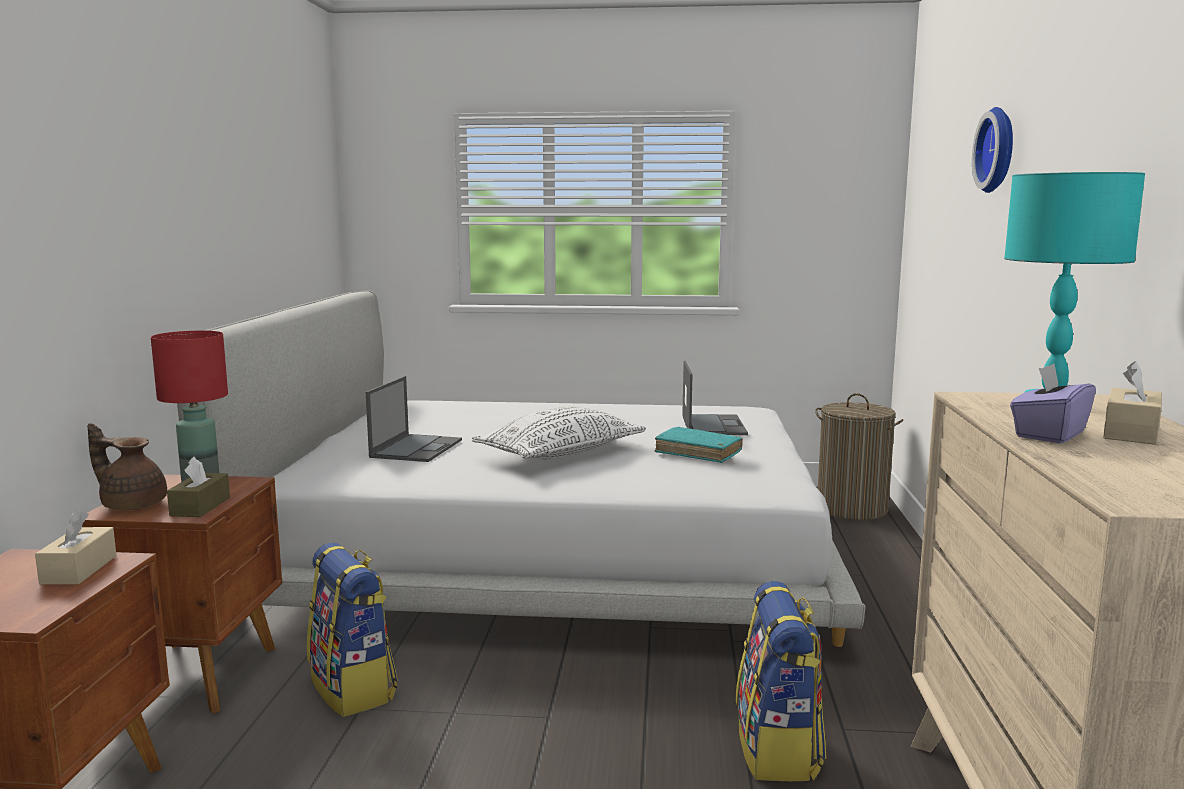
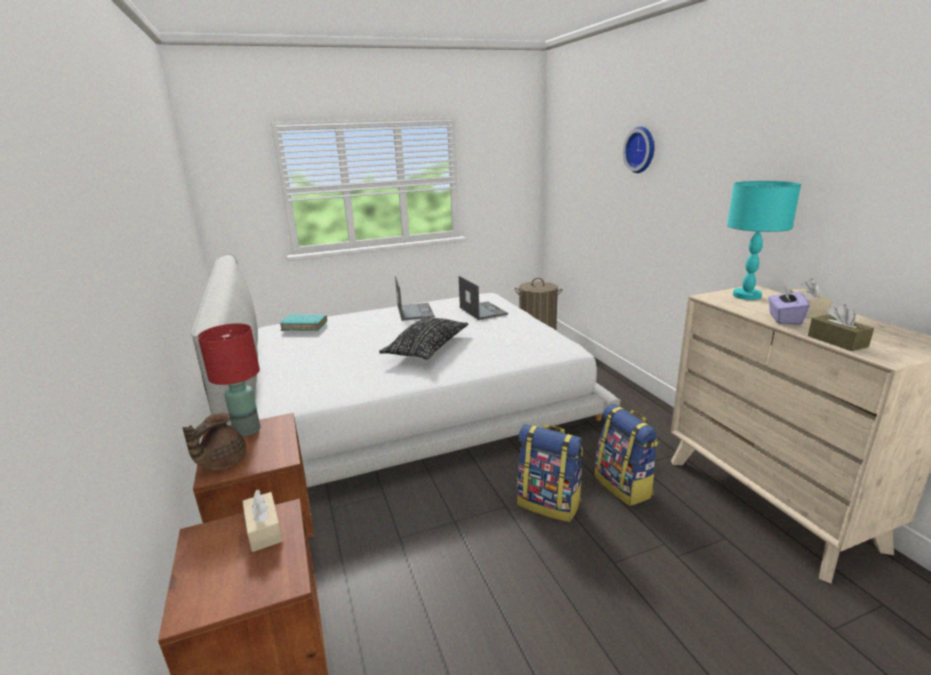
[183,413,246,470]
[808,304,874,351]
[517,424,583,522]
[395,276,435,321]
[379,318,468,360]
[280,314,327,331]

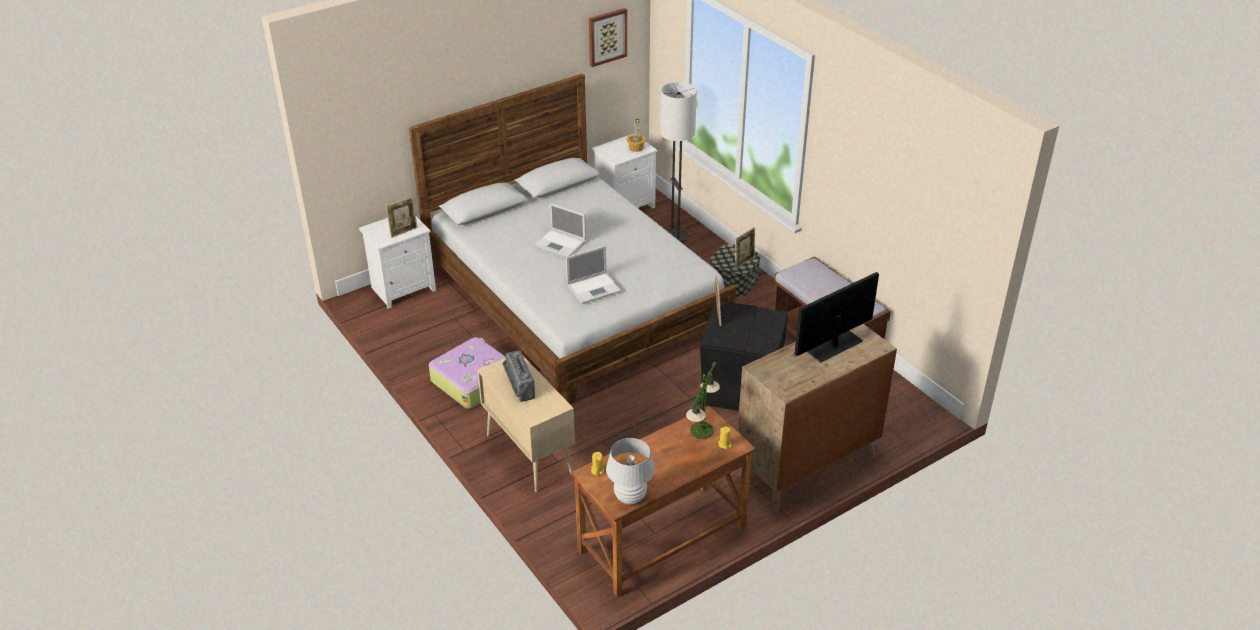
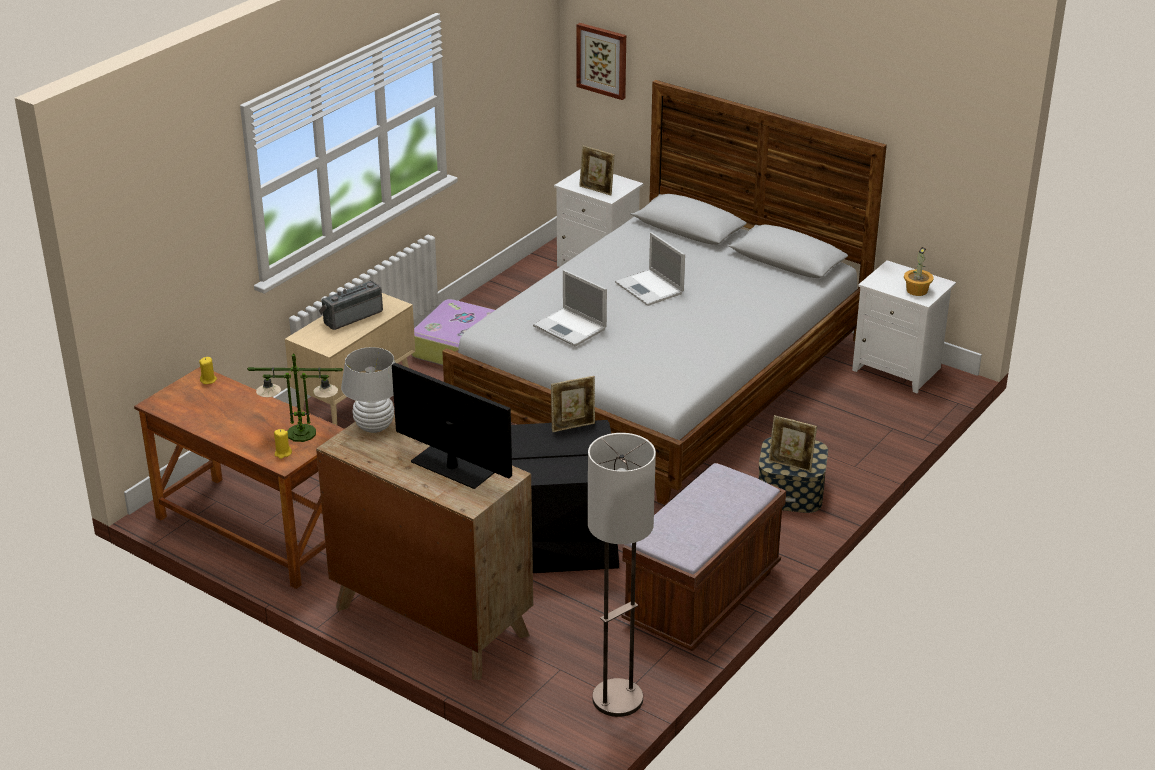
[615,232,685,306]
[577,23,626,100]
[341,347,395,433]
[588,433,656,717]

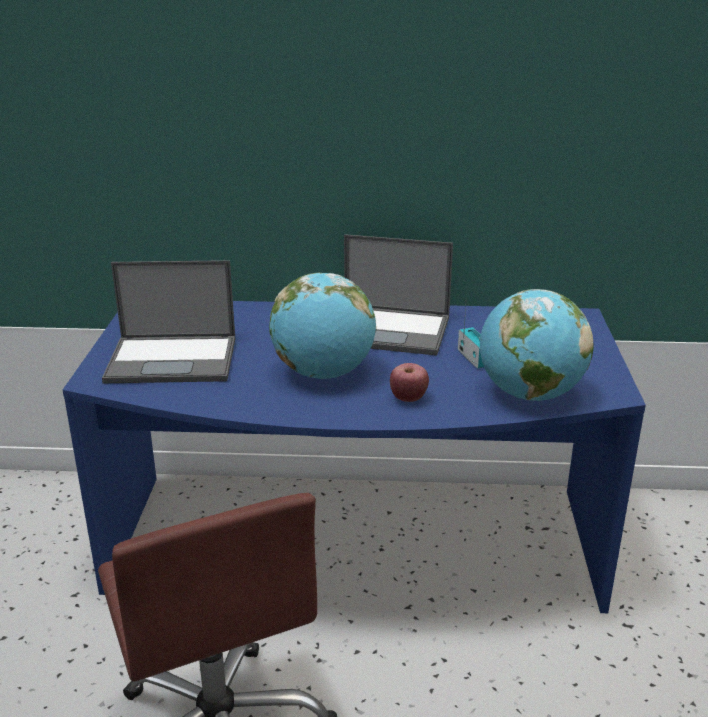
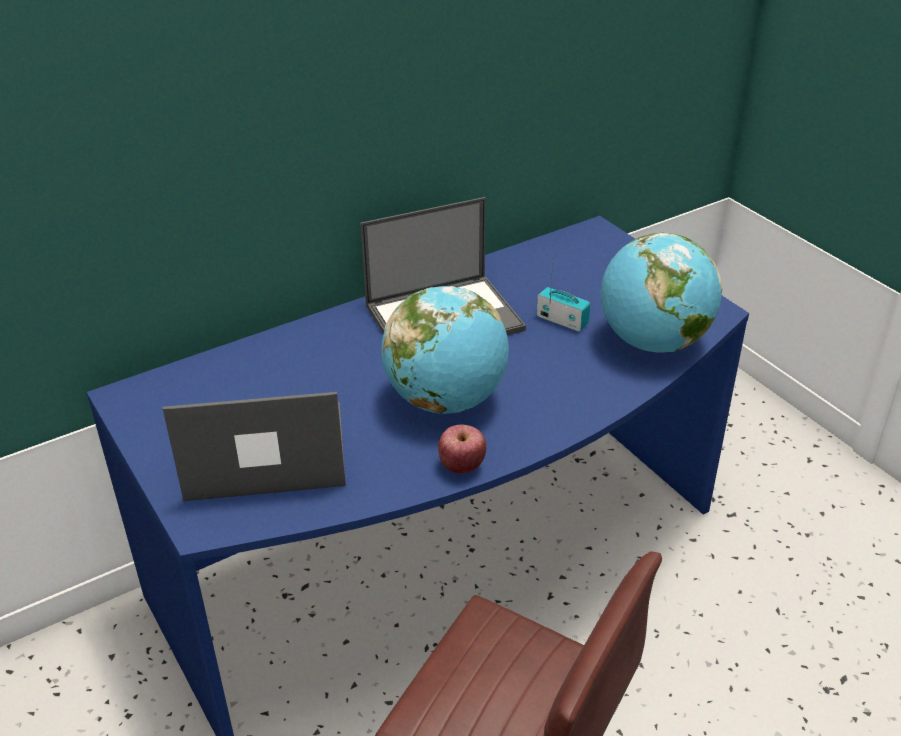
[163,392,346,501]
[438,424,487,474]

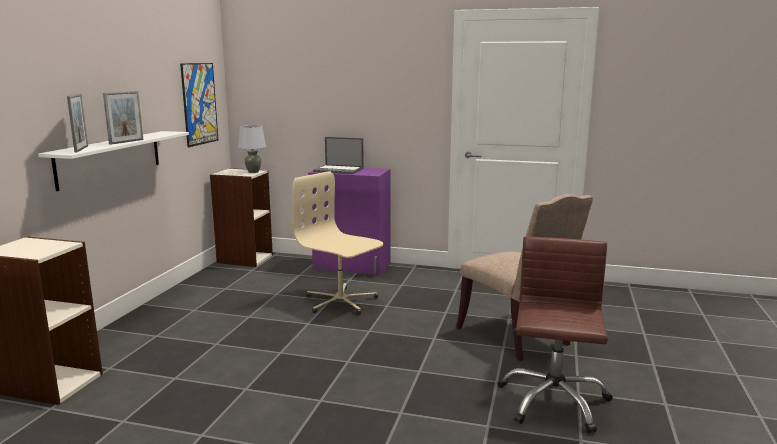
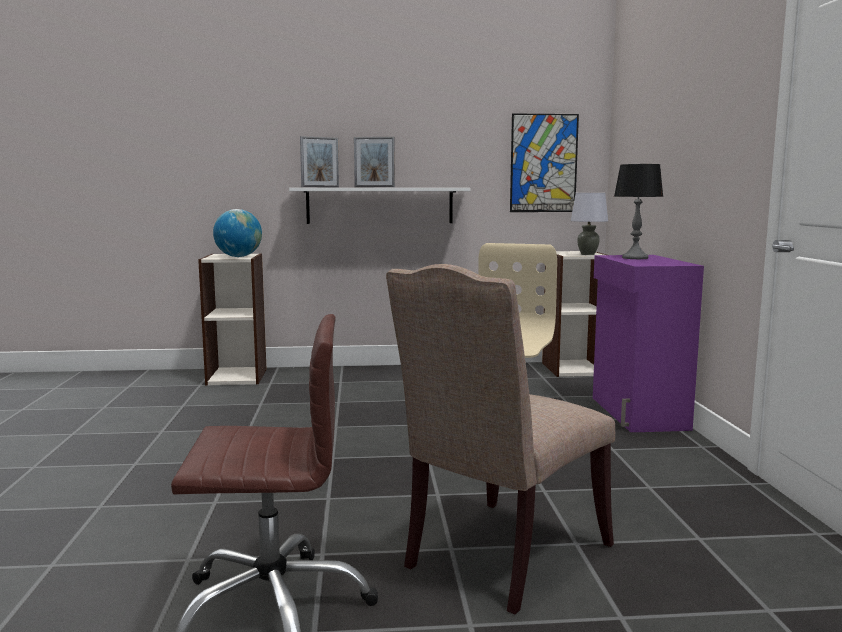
[614,164,663,259]
[213,209,262,257]

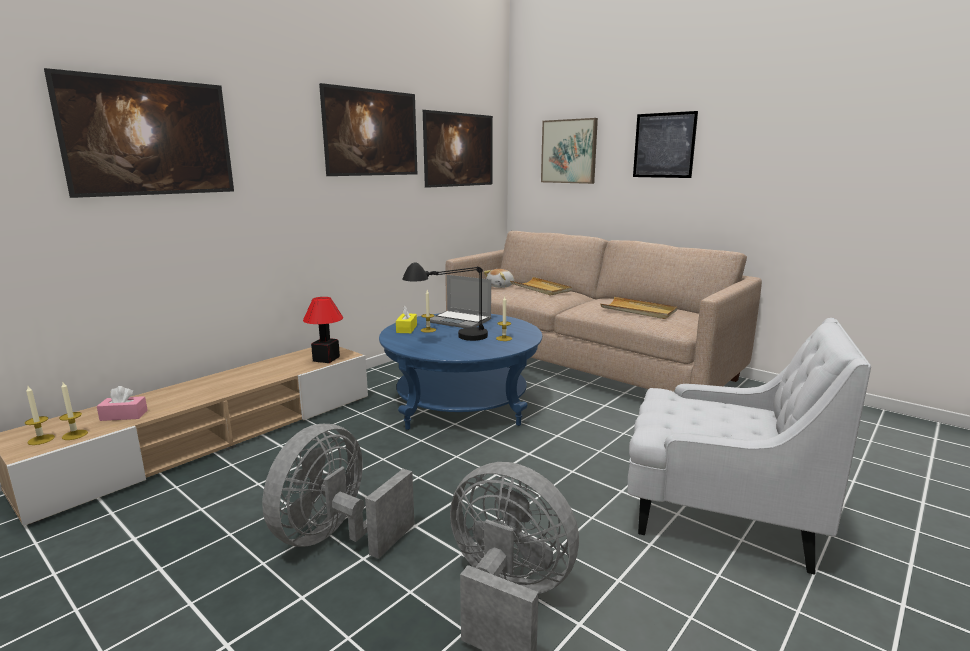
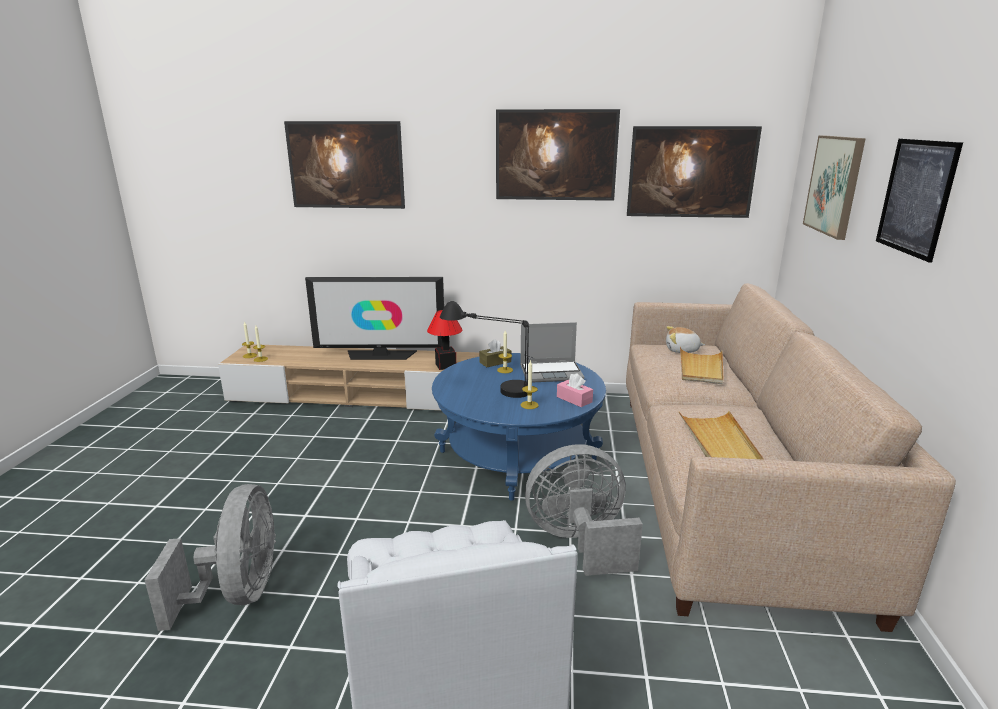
[557,373,593,407]
[525,444,643,576]
[479,339,511,367]
[520,322,584,383]
[305,277,444,360]

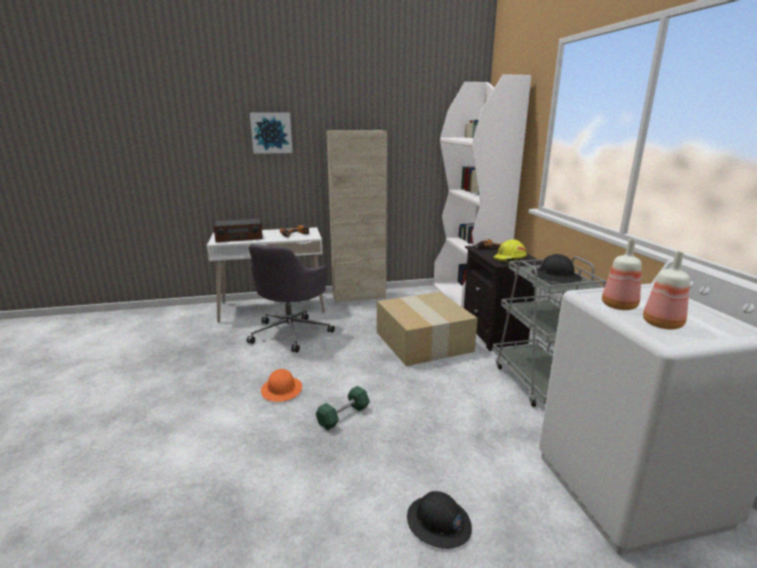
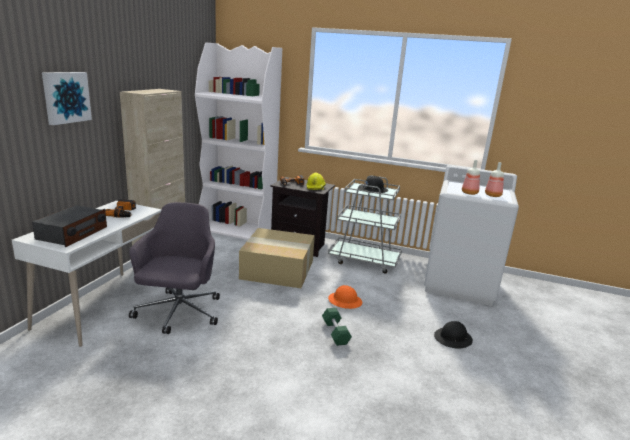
[129,202,220,334]
[328,285,362,309]

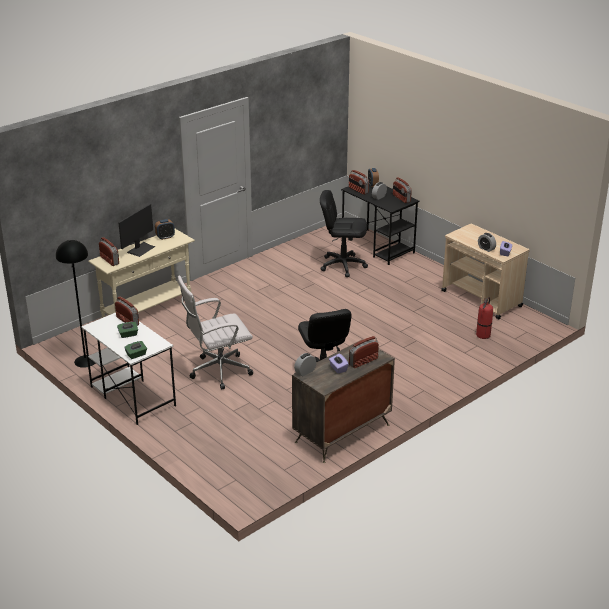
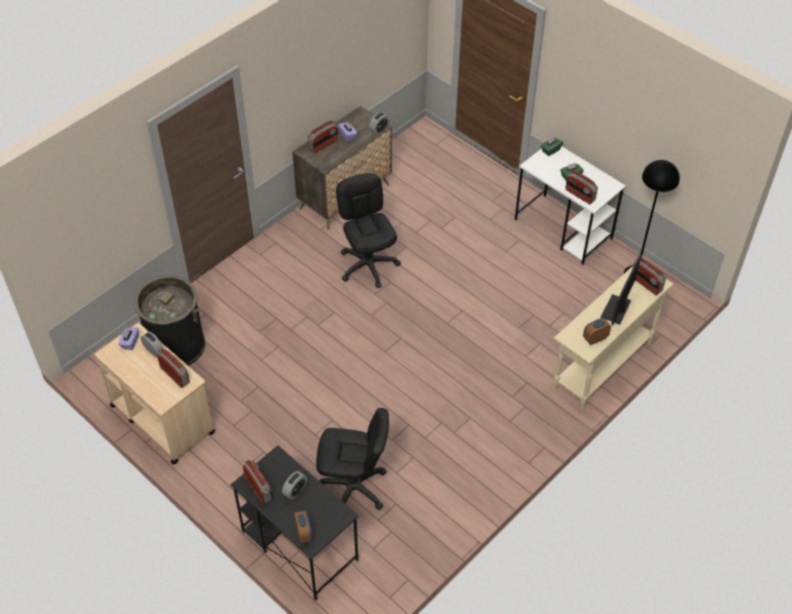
[177,275,253,389] (first image)
[157,349,190,388]
[134,275,206,366]

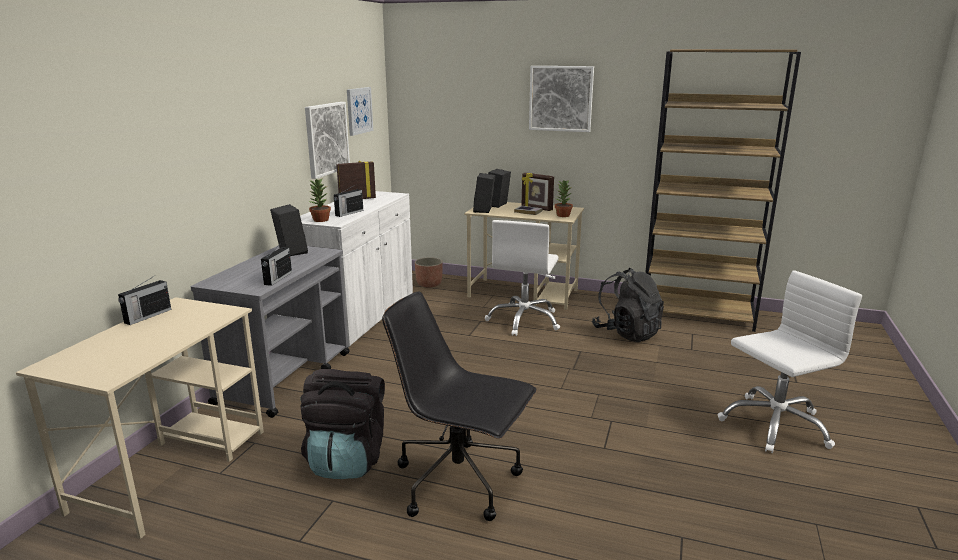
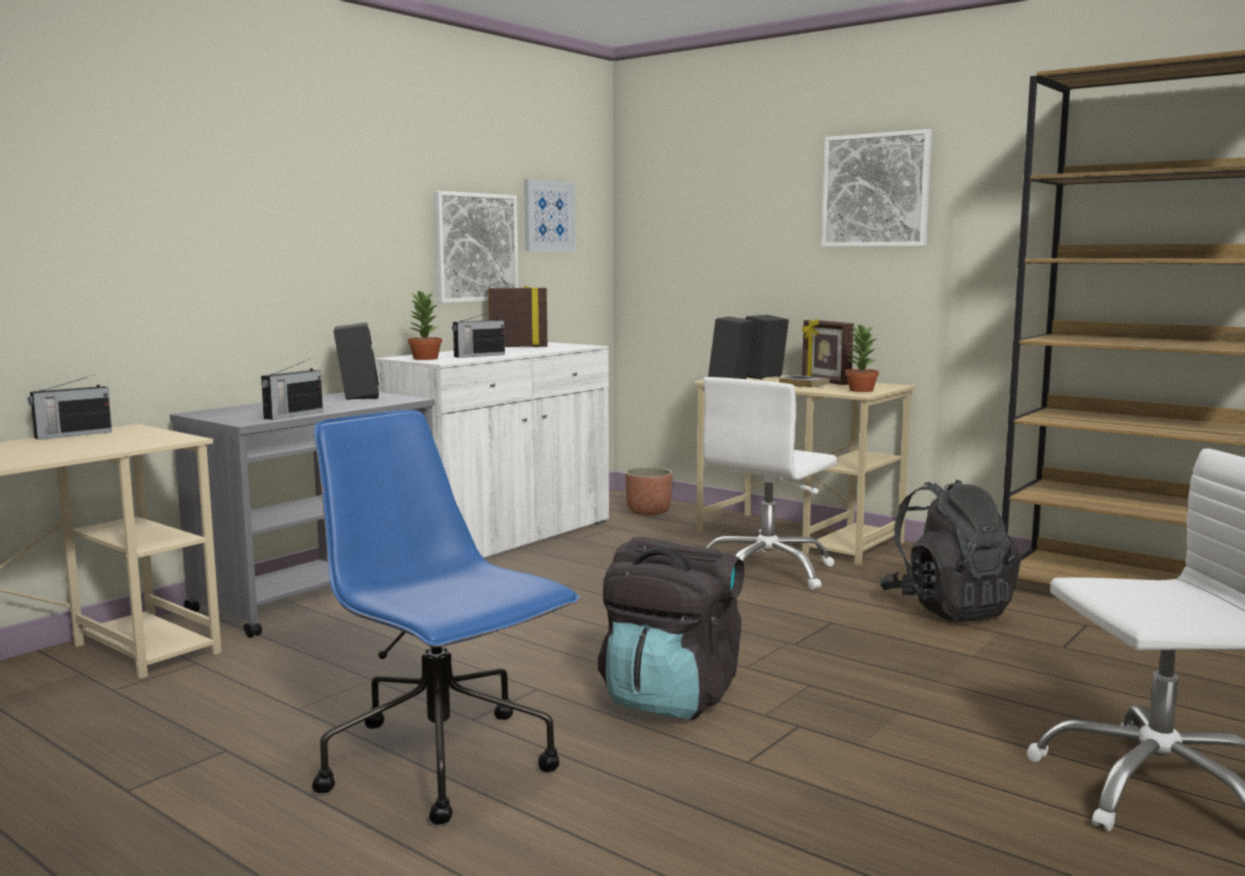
[598,537,744,720]
[312,410,580,825]

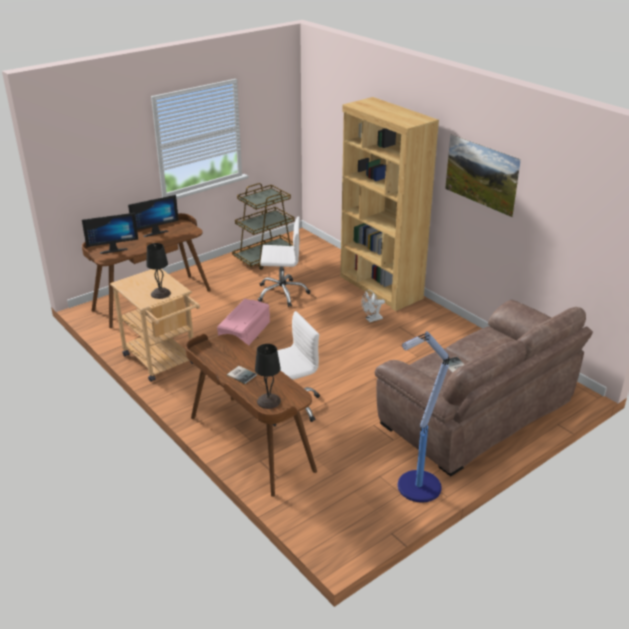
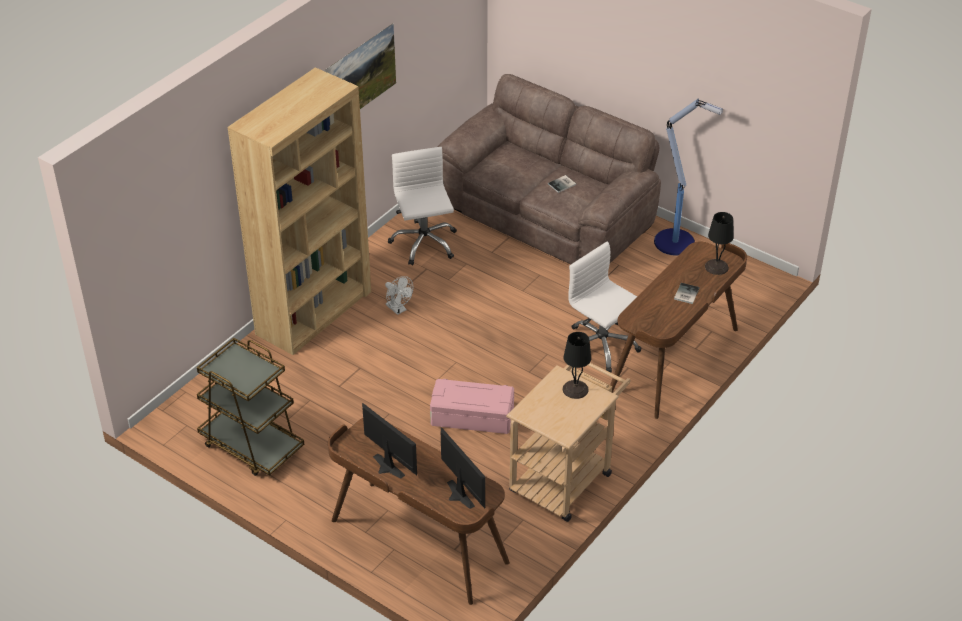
[388,147,457,265]

